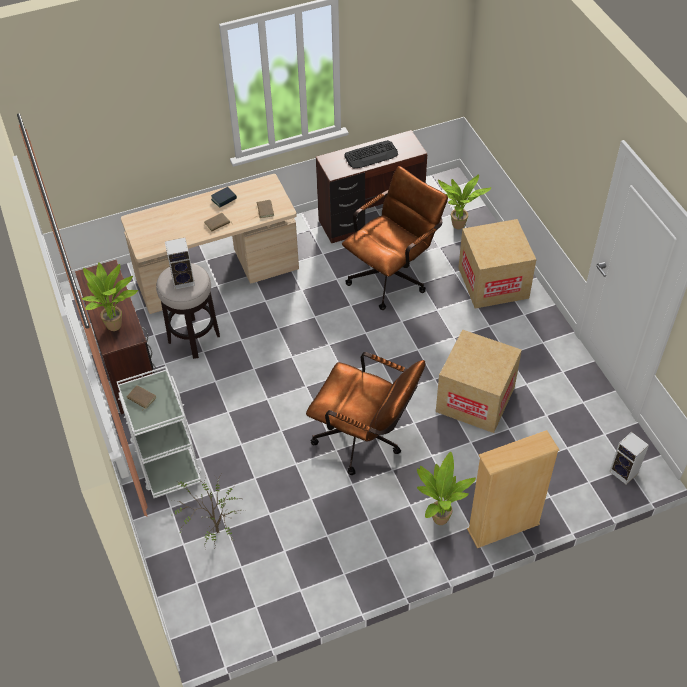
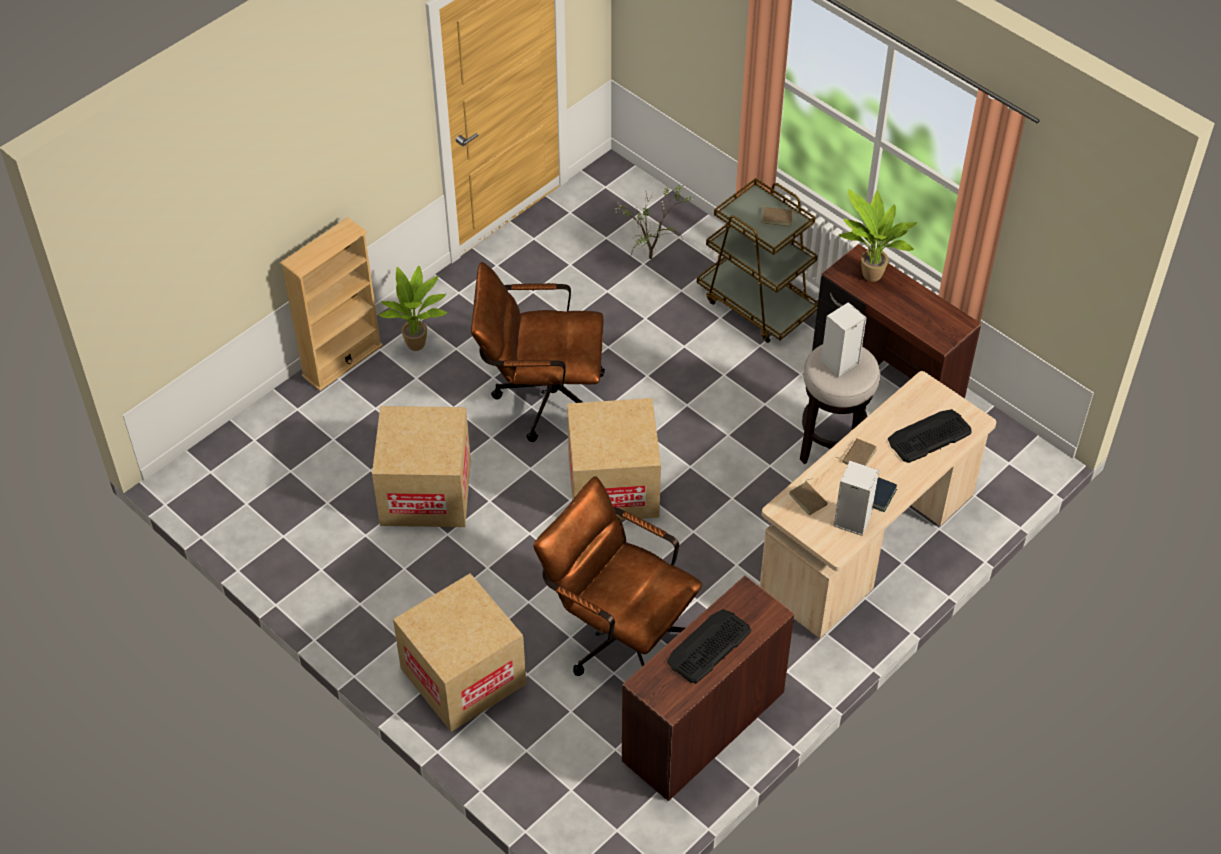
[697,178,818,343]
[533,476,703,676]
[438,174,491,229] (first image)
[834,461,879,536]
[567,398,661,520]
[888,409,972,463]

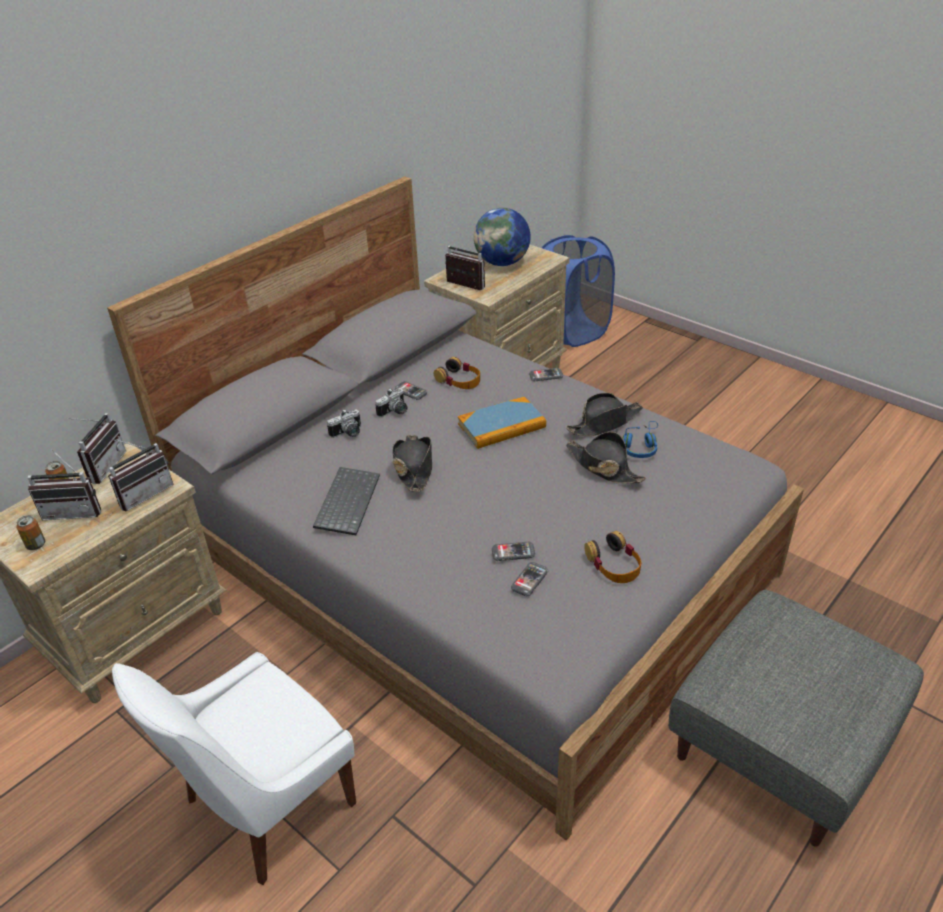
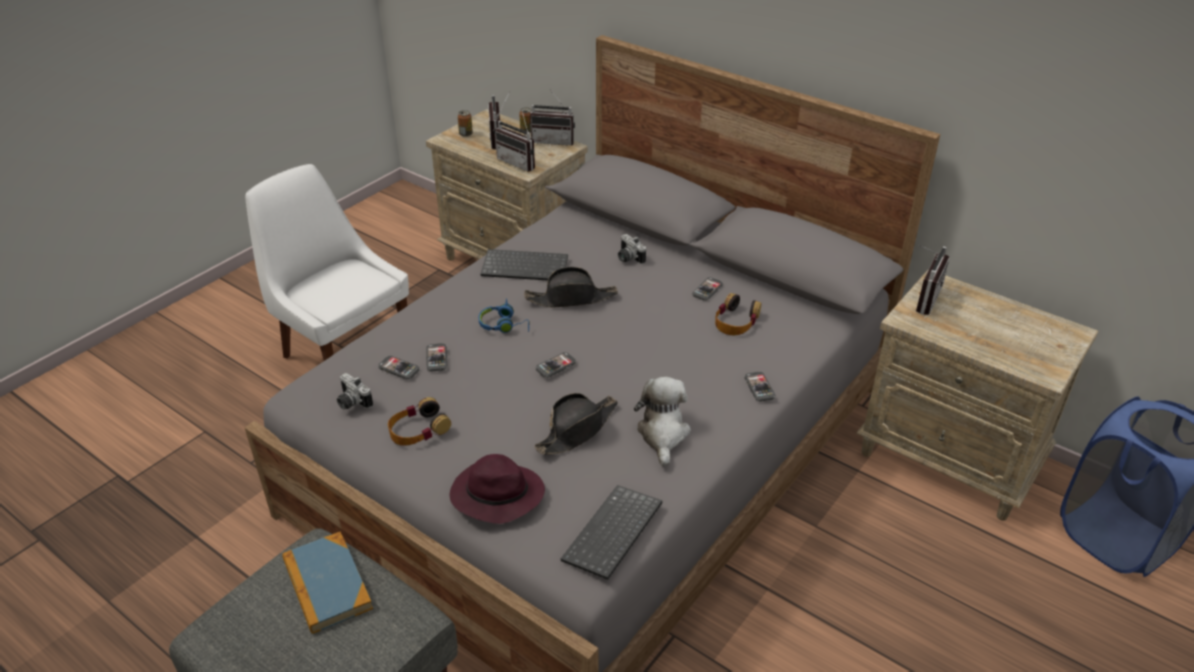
[337,373,373,409]
[282,531,373,634]
[474,208,531,266] (first image)
[634,377,691,467]
[479,298,530,333]
[450,454,545,524]
[536,352,576,378]
[561,485,662,580]

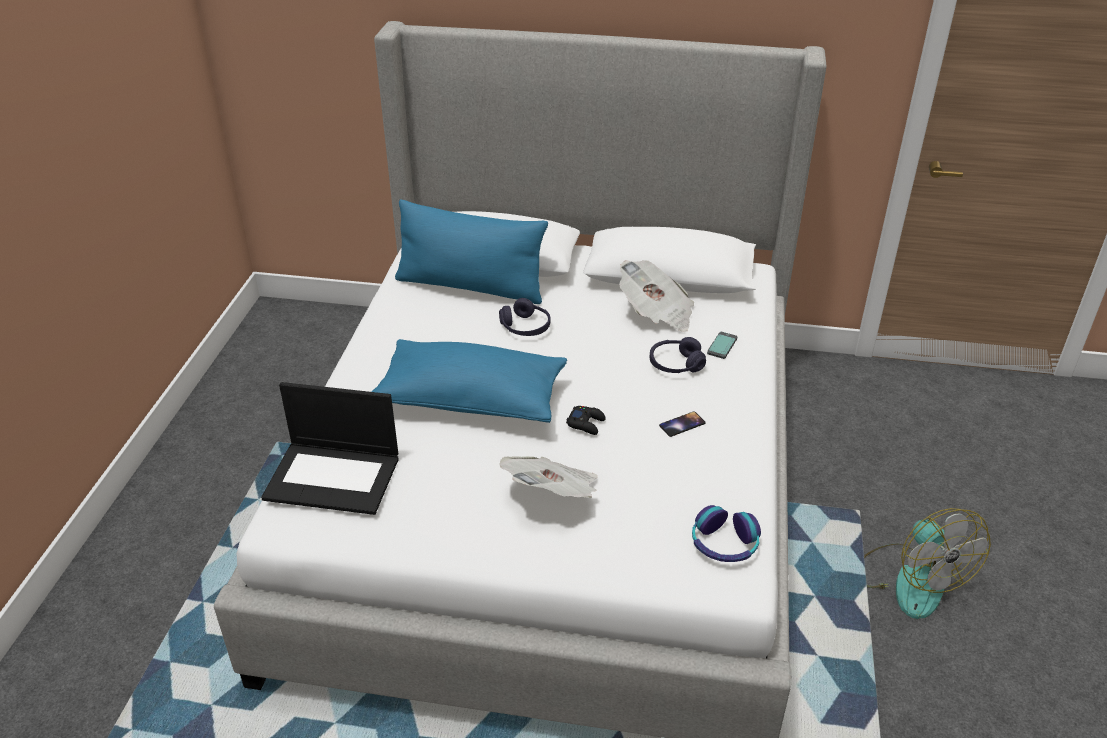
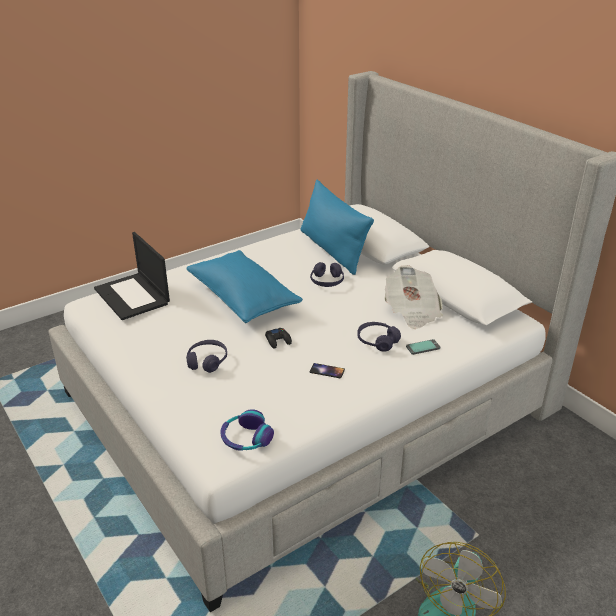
[186,340,227,373]

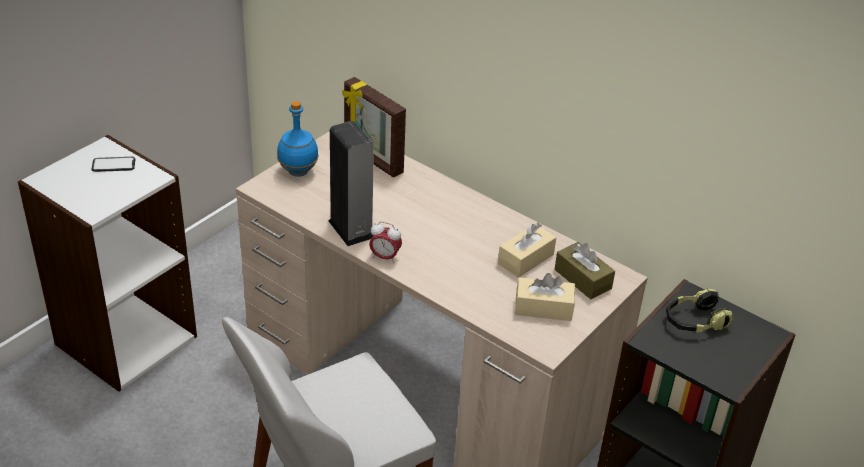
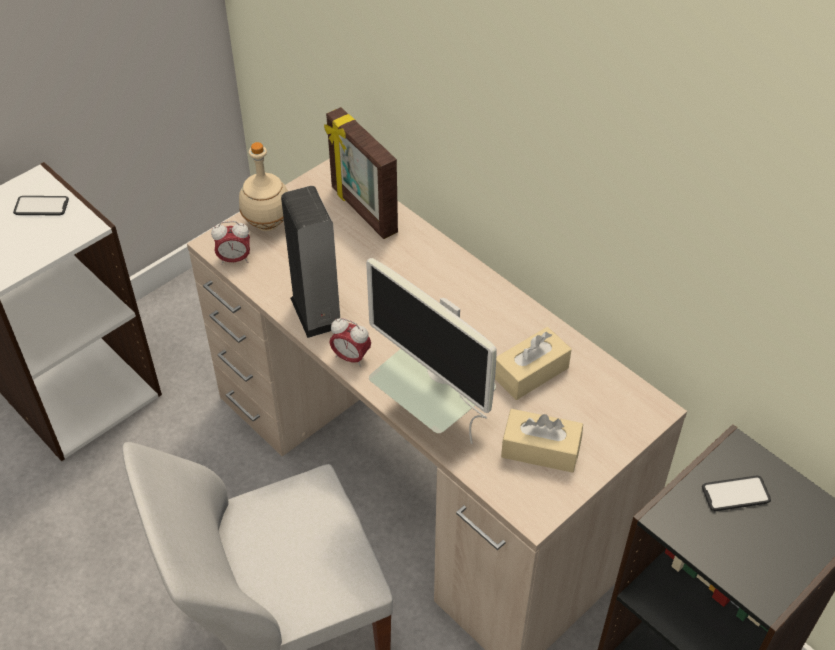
[239,142,288,231]
[554,242,615,299] (first image)
[702,475,771,511]
[211,221,250,265]
[366,258,497,444]

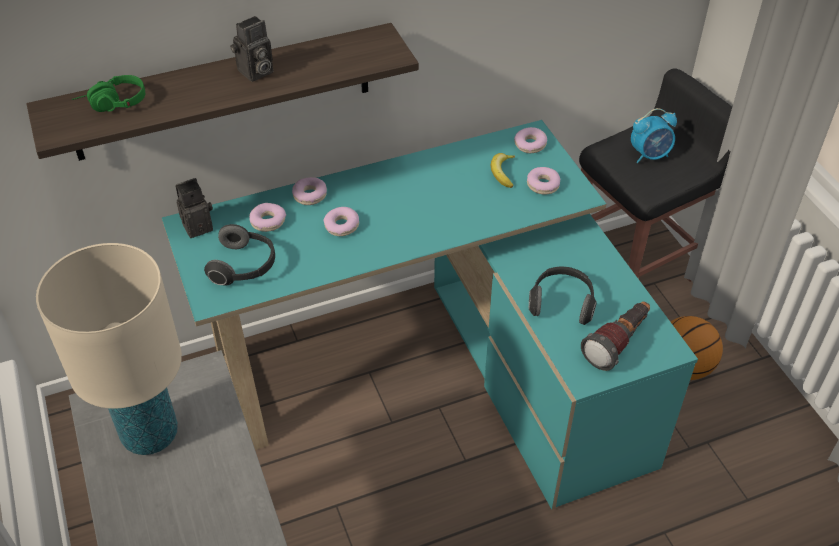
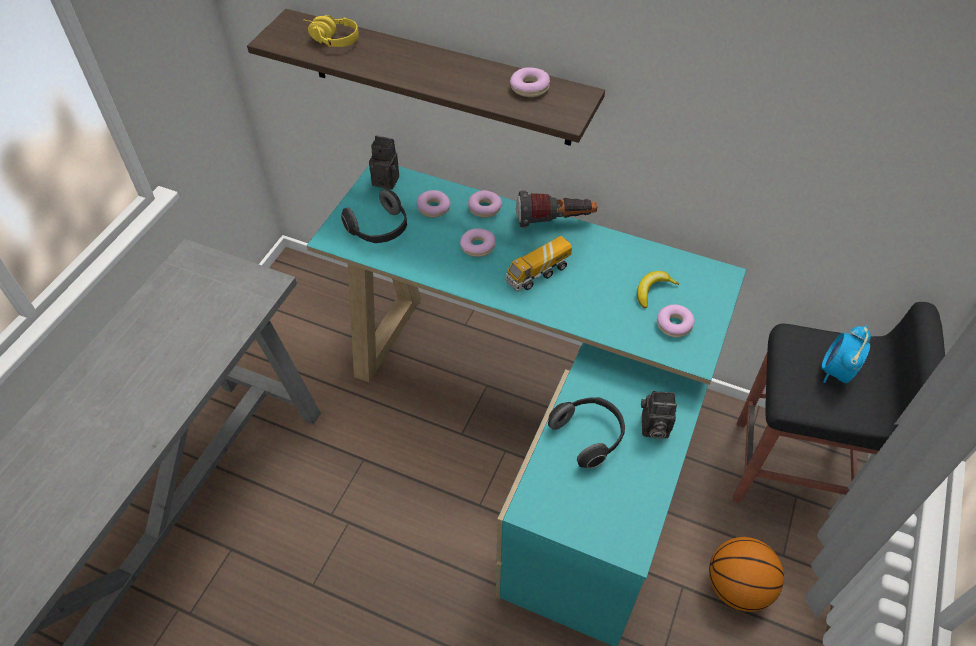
[36,243,182,455] (first image)
[303,15,359,47]
[641,391,677,439]
[510,67,550,97]
[516,190,597,228]
[822,325,871,384]
[505,236,572,292]

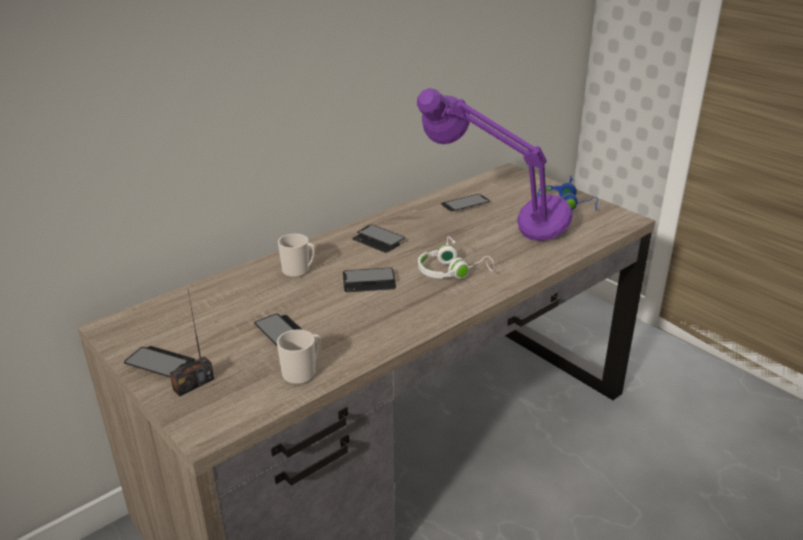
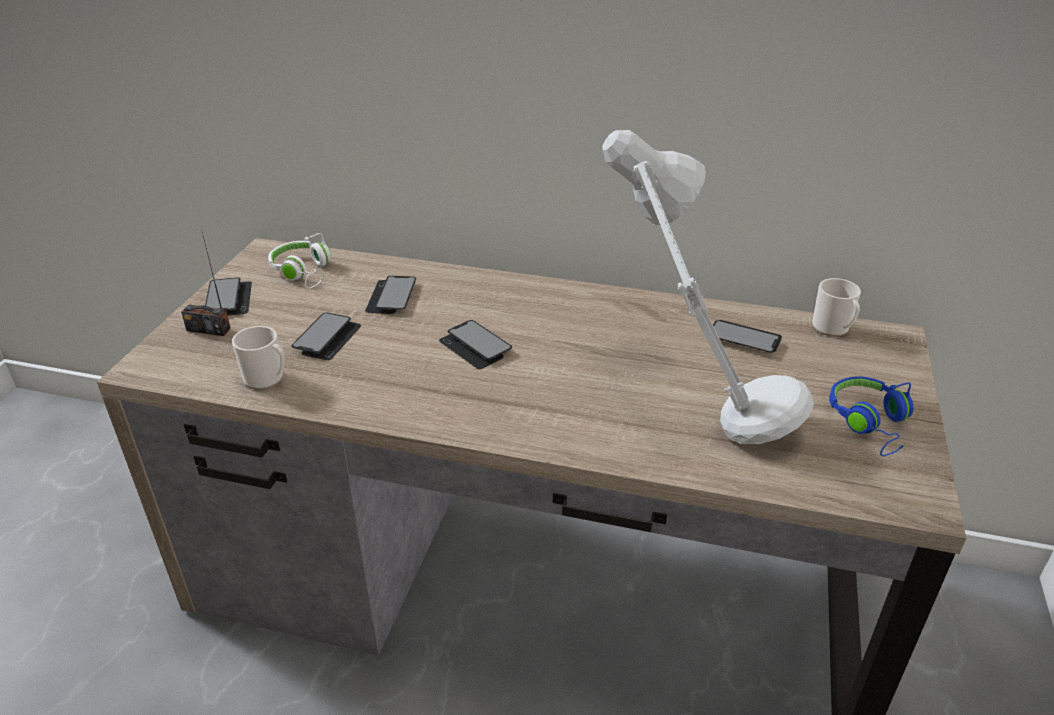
[812,278,861,337]
[365,276,416,314]
[602,130,814,444]
[268,233,332,289]

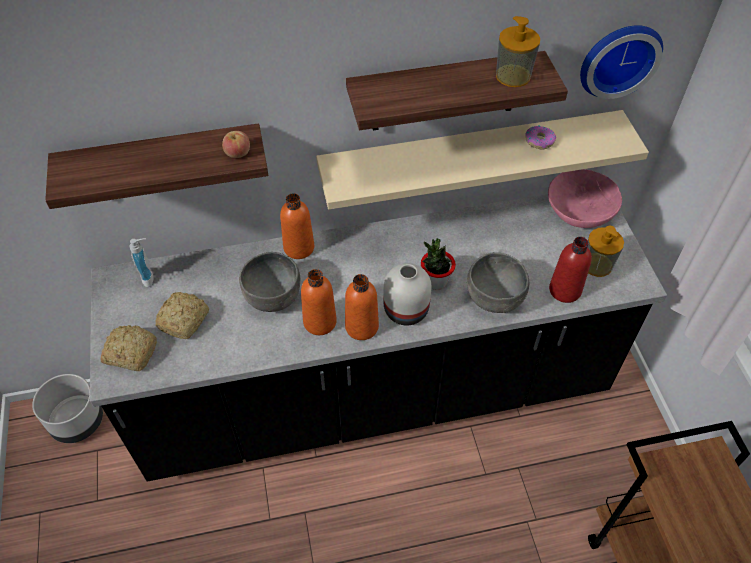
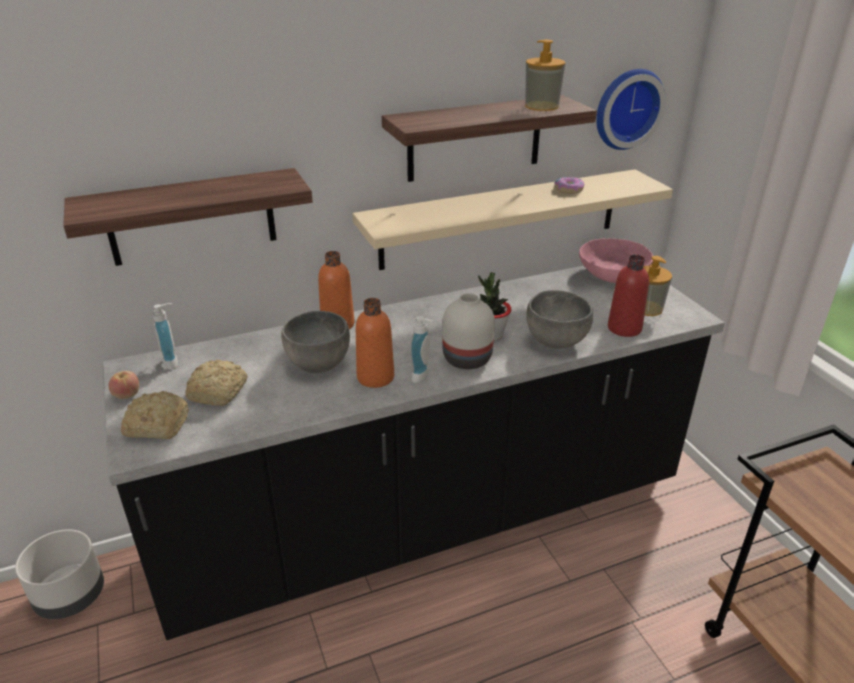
[109,371,139,399]
[410,316,434,383]

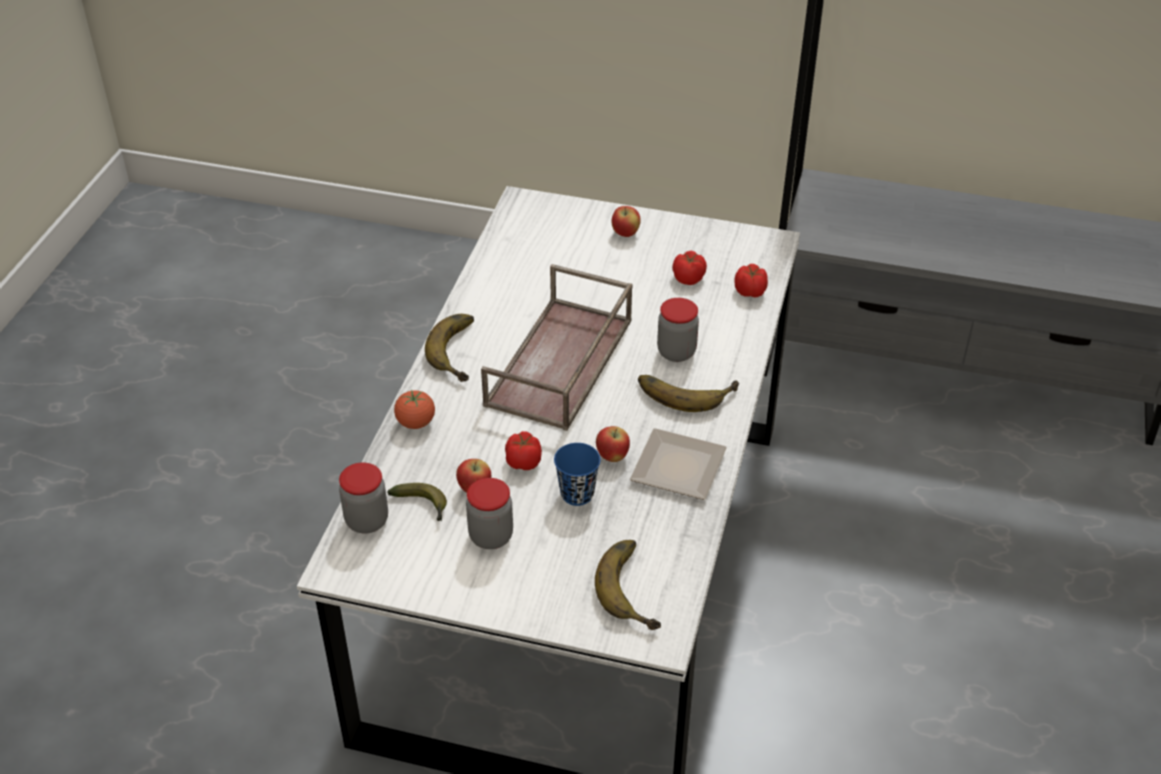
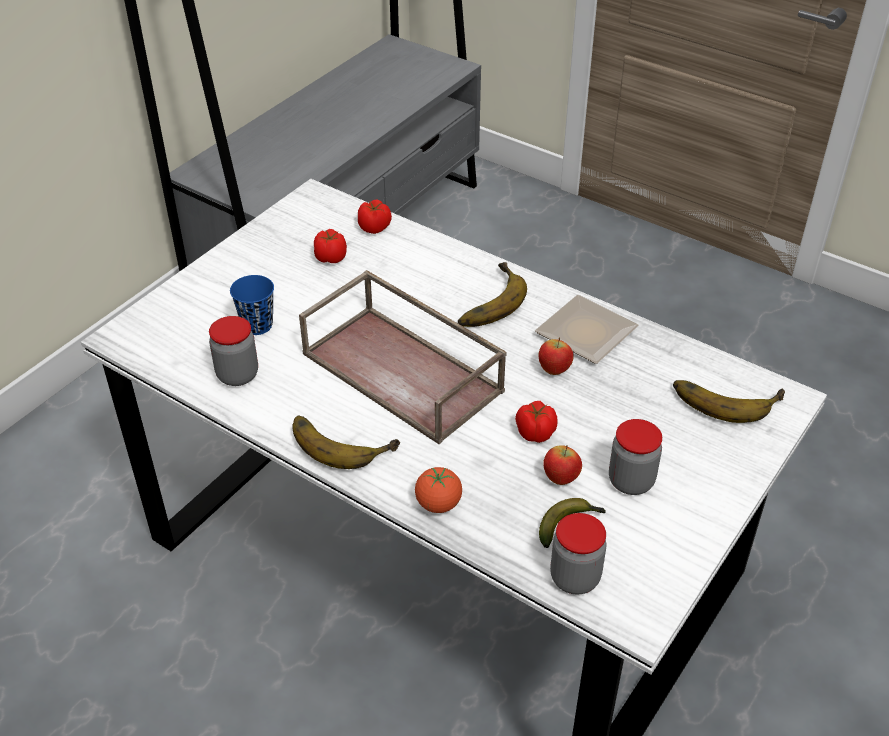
[230,275,274,335]
[612,206,641,237] (first image)
[209,316,258,386]

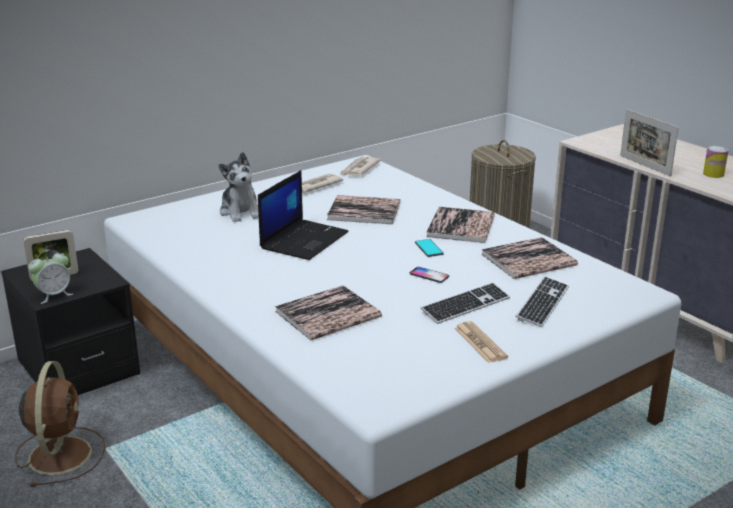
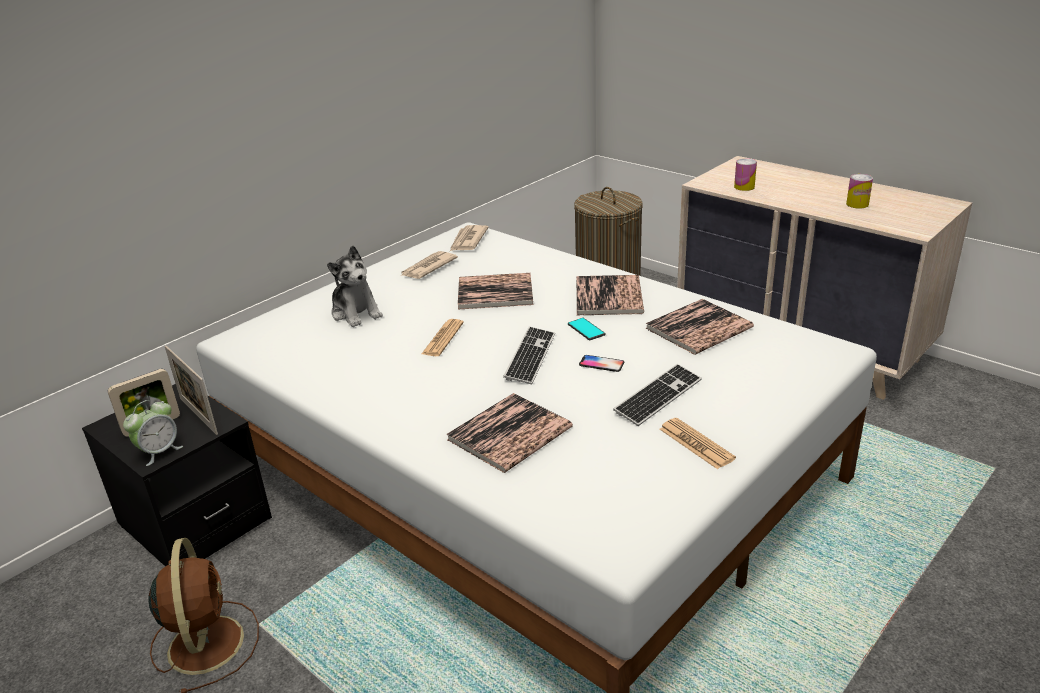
[422,319,464,356]
[503,326,555,384]
[165,345,218,435]
[734,158,757,191]

